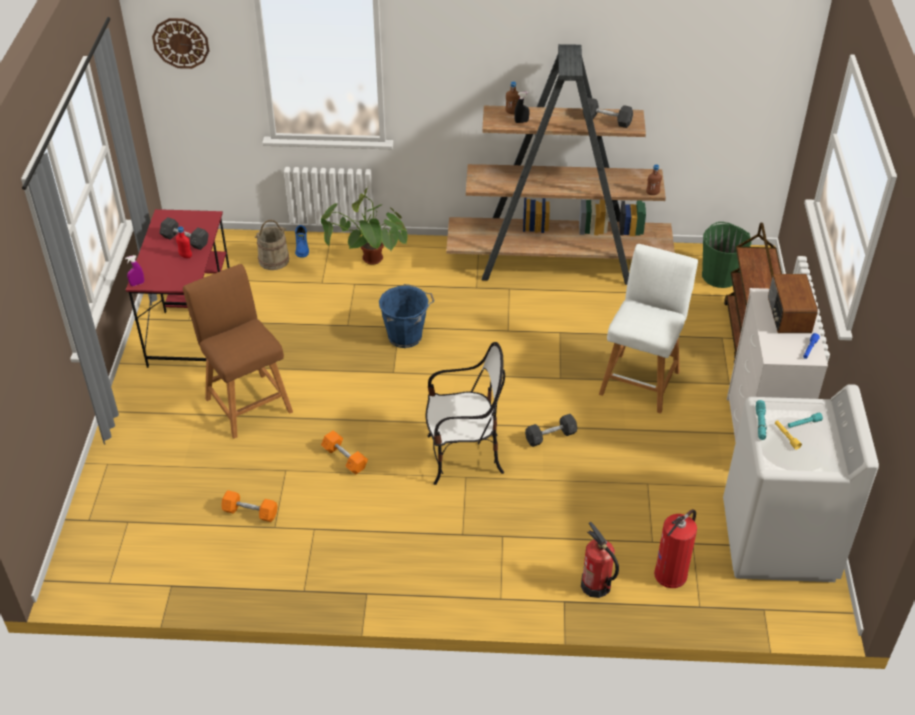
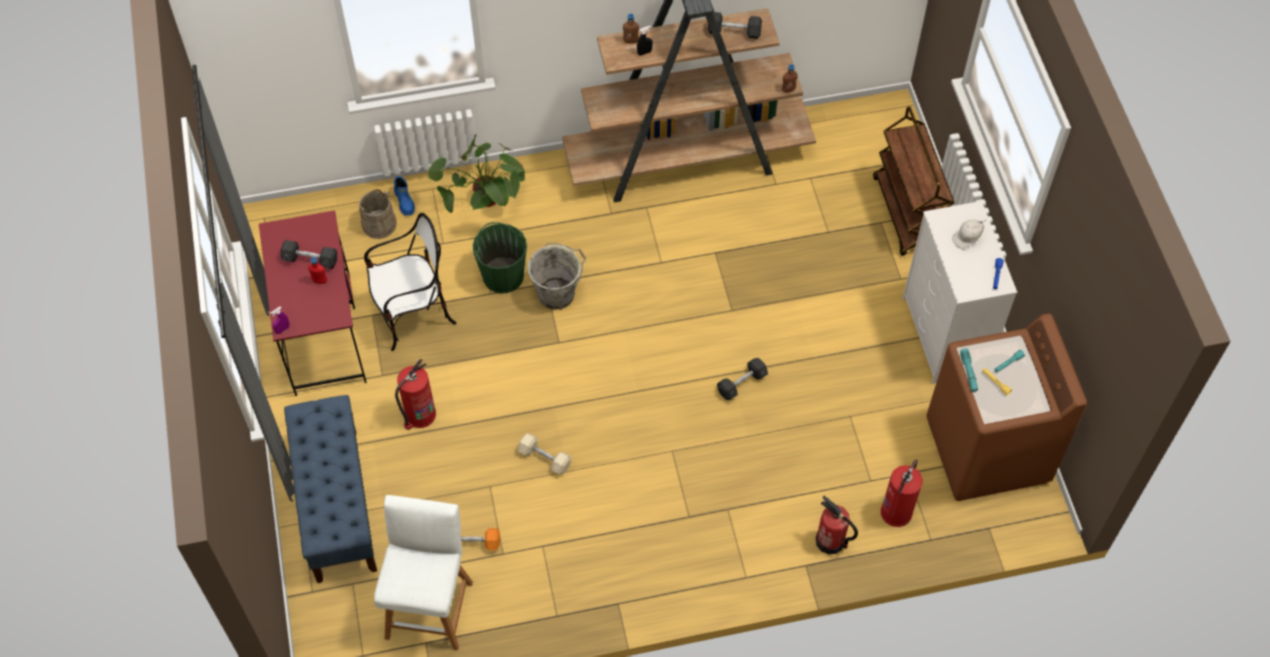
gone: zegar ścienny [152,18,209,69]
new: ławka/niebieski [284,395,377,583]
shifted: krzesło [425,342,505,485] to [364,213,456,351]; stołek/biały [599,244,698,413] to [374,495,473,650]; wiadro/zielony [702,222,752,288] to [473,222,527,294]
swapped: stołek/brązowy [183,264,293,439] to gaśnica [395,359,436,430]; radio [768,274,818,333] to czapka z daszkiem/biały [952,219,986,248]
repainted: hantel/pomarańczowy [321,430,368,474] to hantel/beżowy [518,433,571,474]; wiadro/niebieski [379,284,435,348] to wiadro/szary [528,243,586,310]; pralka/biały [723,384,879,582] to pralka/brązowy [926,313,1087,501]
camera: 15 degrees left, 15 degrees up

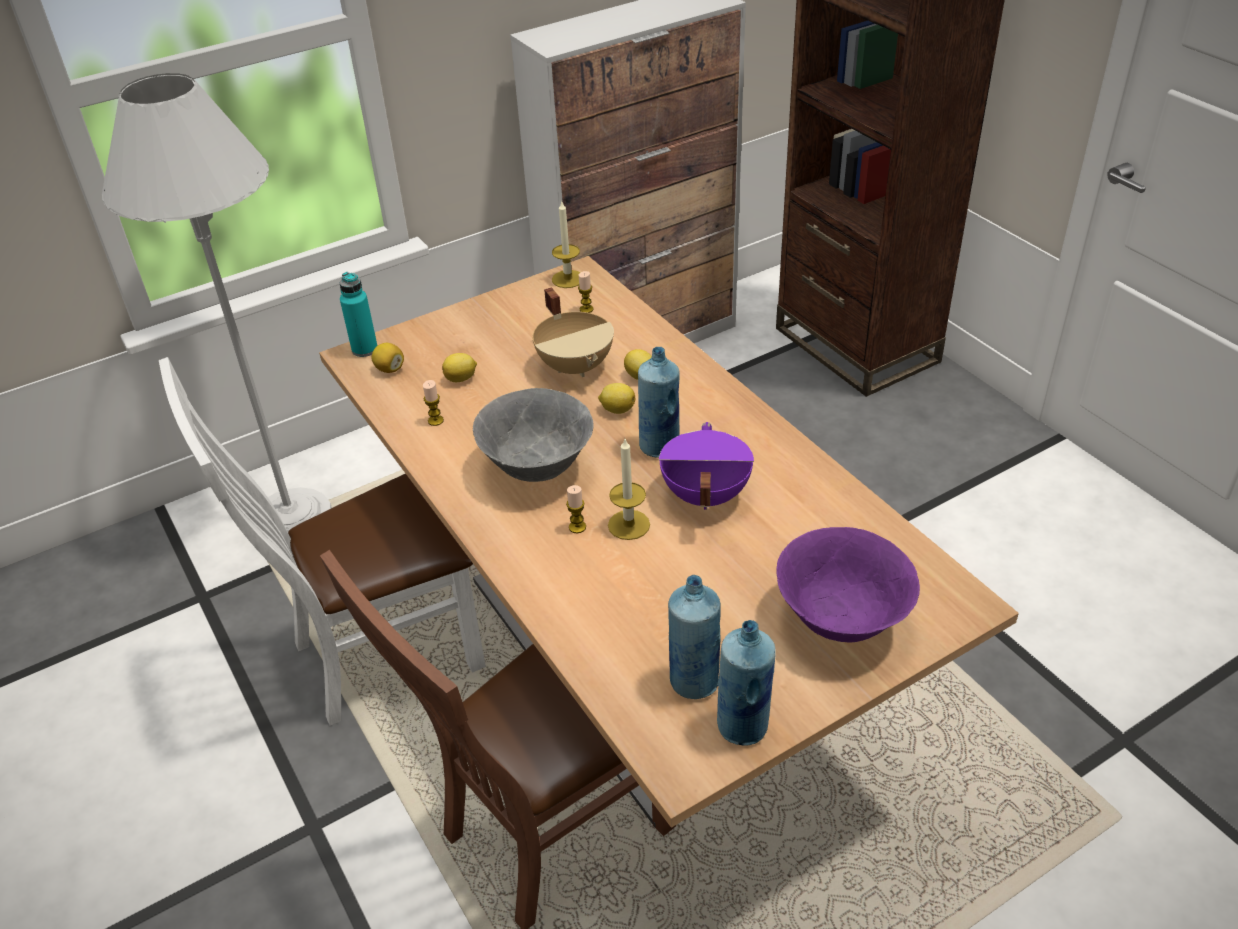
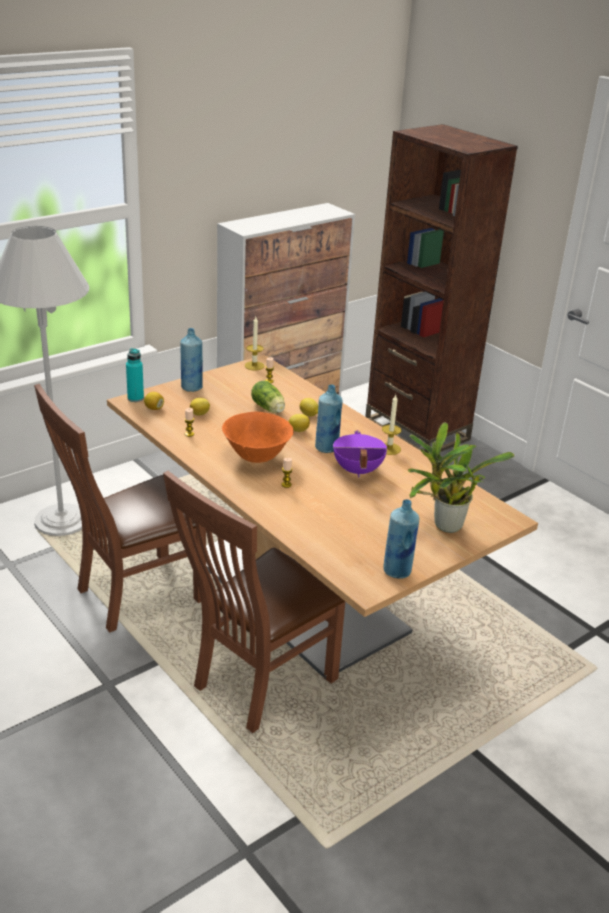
shifted: świeca [608,439,650,540] to [382,394,402,455]; butelka/niebieski [668,575,721,699] to [180,328,203,392]
swapped: garnek/beżowy [532,287,614,377] to sałata [251,380,285,413]; miska/fioletowy [777,527,920,642] to roślina doniczkowa [408,422,514,533]
repainted: krzesło/biały [159,357,486,726] to krzesło/brązowy [34,384,206,633]; miska/szary [473,388,594,482] to miska/pomarańczowy [222,412,293,463]
camera: 10 degrees left, 10 degrees down

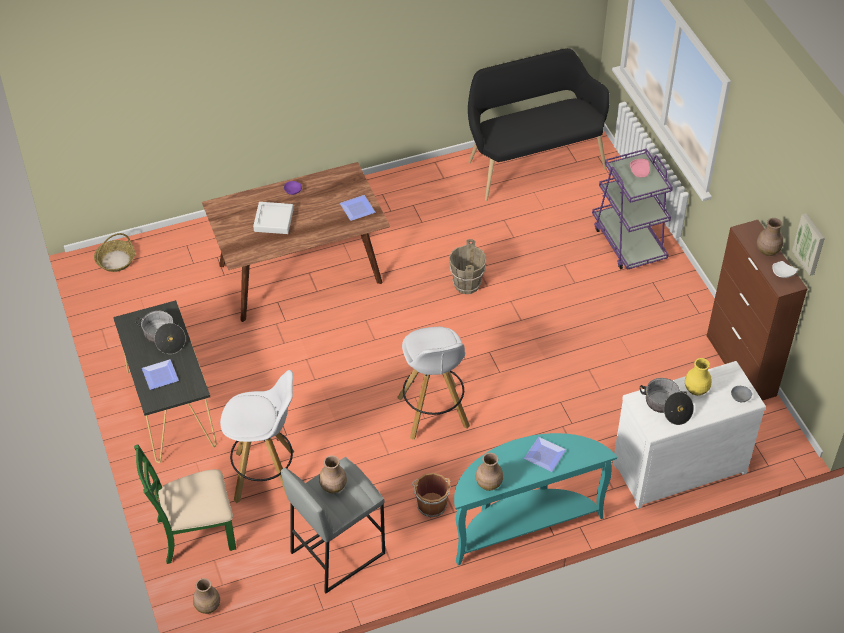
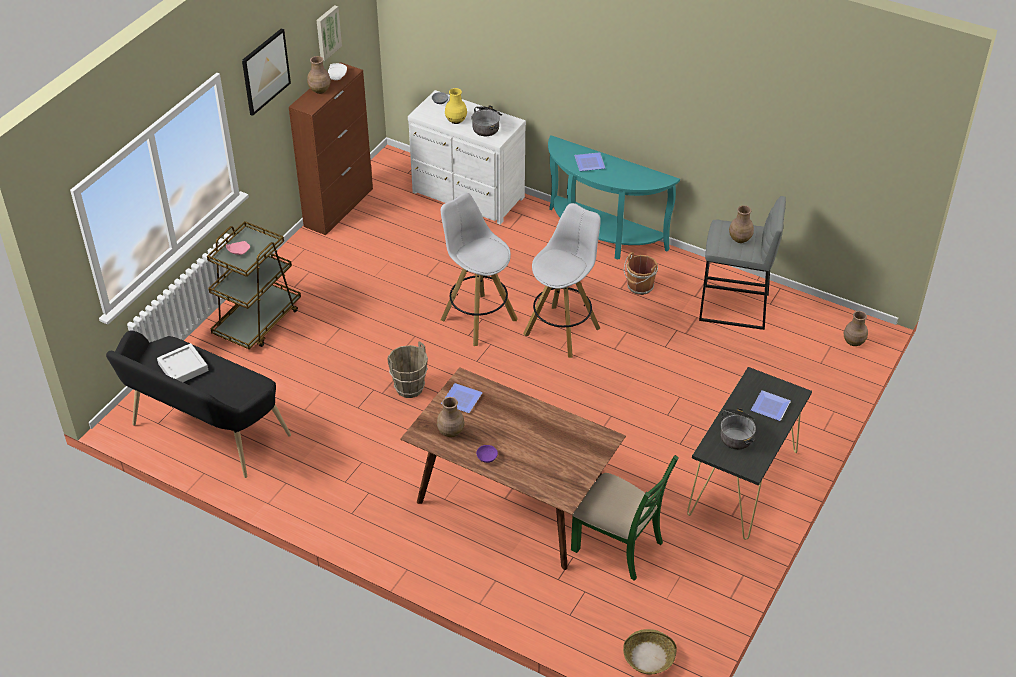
new: obraz [242,28,291,116]
shifted: krzesło/zielony [134,444,236,564] to [571,455,679,581]; stołek/biały [220,370,295,503] to [441,193,518,346]; taca/szary [253,202,293,234] to [157,343,208,382]; wazon/brązowy [475,453,503,491] to [437,397,465,437]
repainted: wózek/fioletowy [592,149,673,270] to wózek/brązowy [207,221,301,349]
camera: 130 degrees left, 5 degrees down

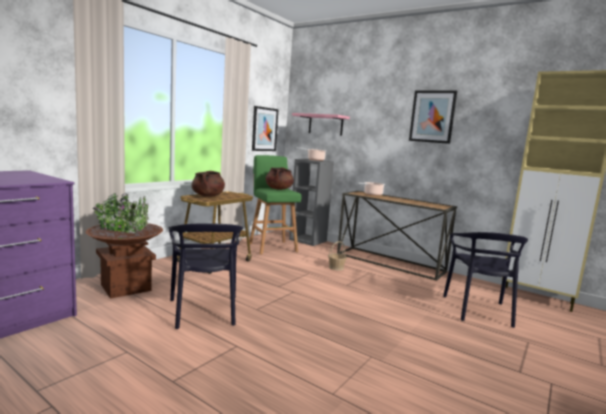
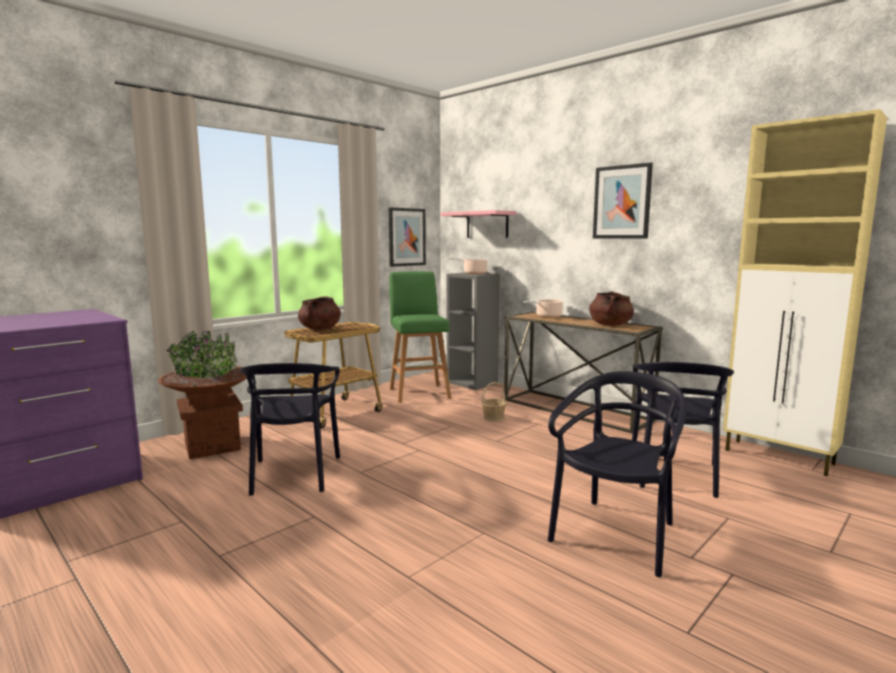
new: krzesło/czarny [548,371,686,577]
shifted: garnek/brązowy [266,167,294,190] to [589,291,634,326]
camera: 10 degrees right, 0 degrees up

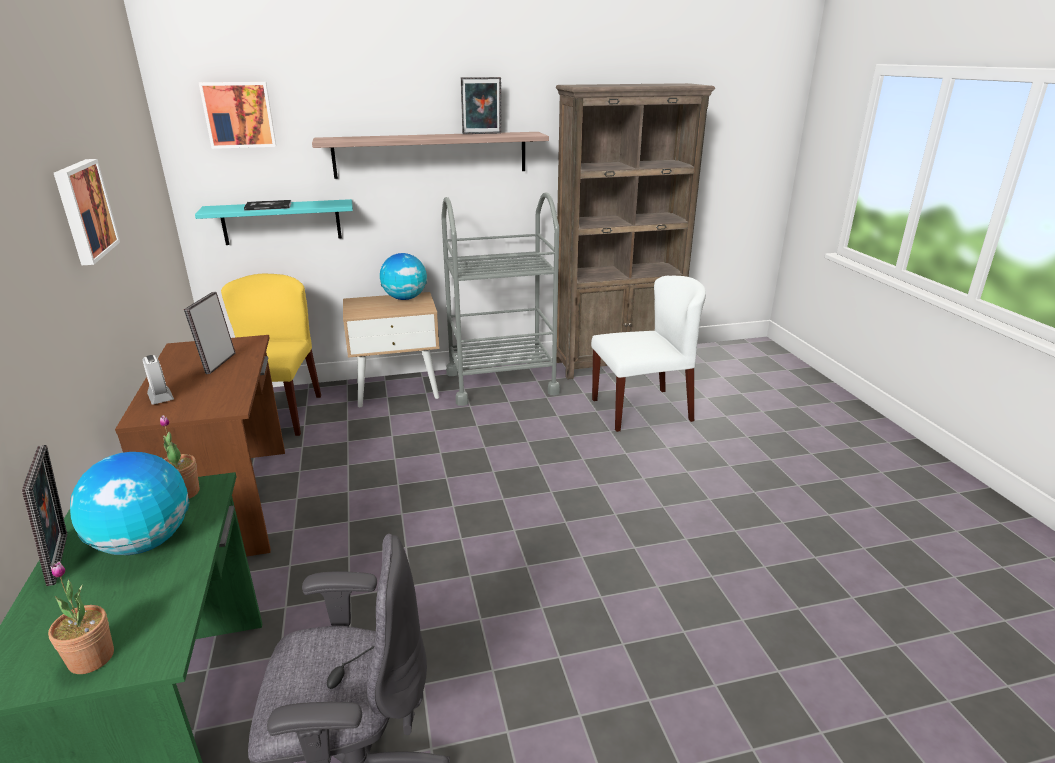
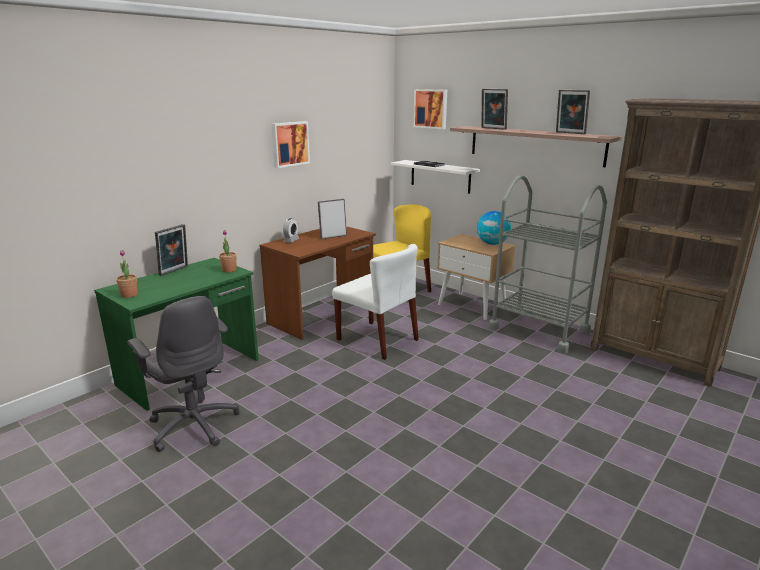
gone: globus [70,452,190,555]
new: ramka na zdjęcie [481,89,508,130]
shifted: krzesło/biały [591,276,706,432] to [332,244,419,360]
repainted: półka/turkusowy [195,199,353,245] to półka/biały [391,160,480,194]
camera: 55 degrees right, 5 degrees down

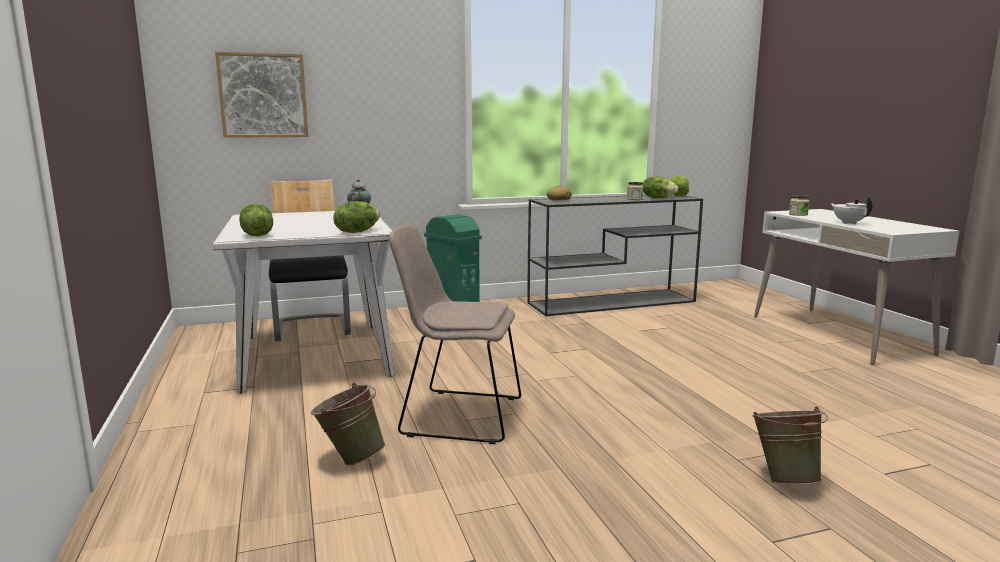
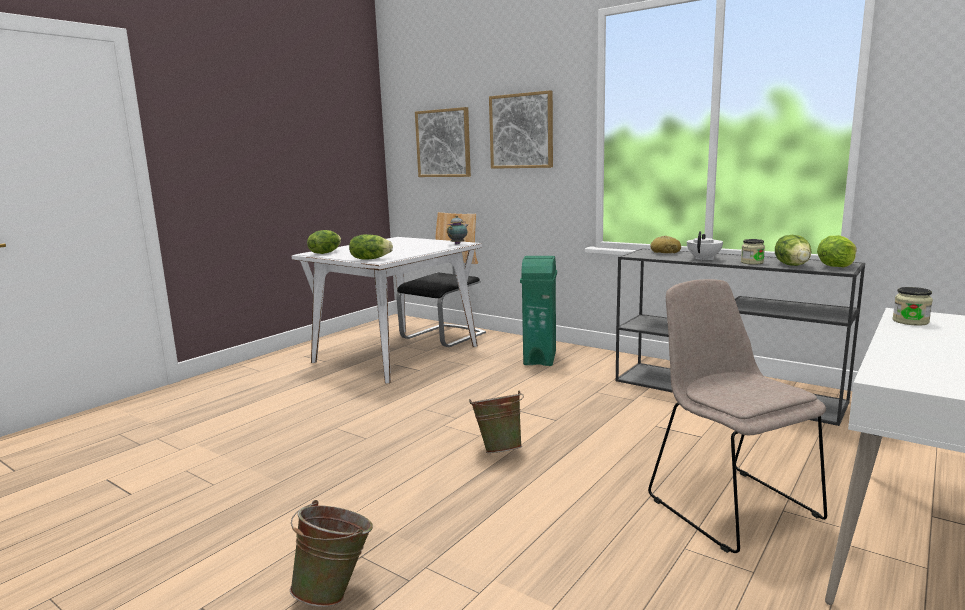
new: obraz [489,90,553,169]
shifted: wiadro/zielony [311,383,385,466] to [469,391,524,453]; krzesło/beżowy [389,225,521,444] to [648,279,827,553]; imbryk/biały [830,196,873,224] to [687,231,723,261]
camera: 55 degrees right, 0 degrees up

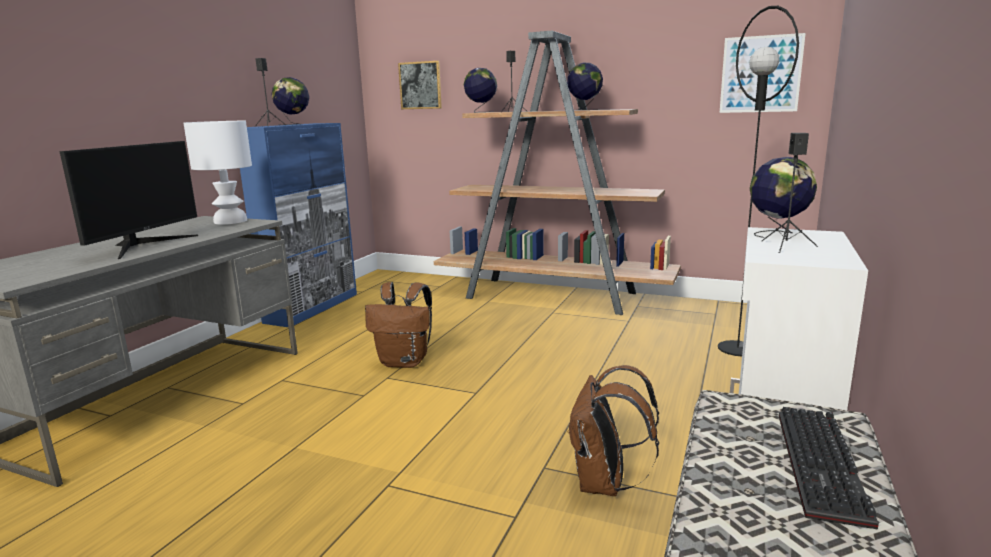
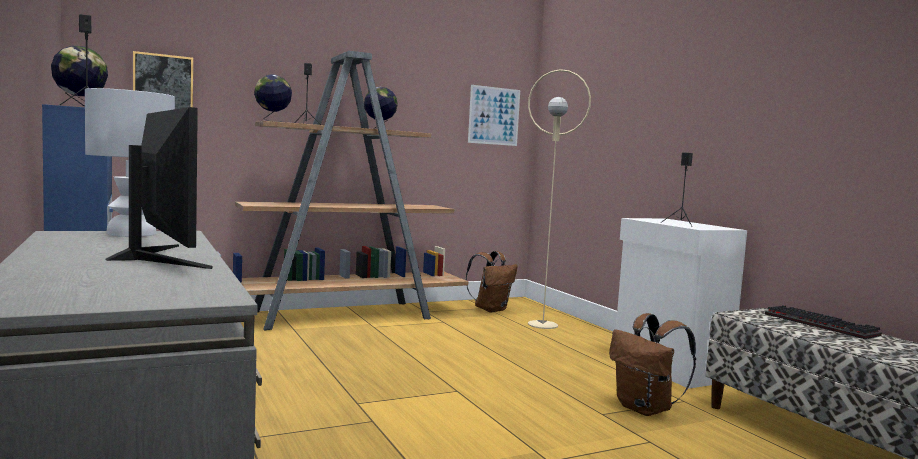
gone: globus [749,157,817,238]
shifted: plecak/brązowy [365,282,432,368] to [466,251,517,313]
repainted: lampa stojąca/czarny [718,6,799,356] to lampa stojąca/beżowy [528,69,591,329]
camera: 50 degrees left, 10 degrees down

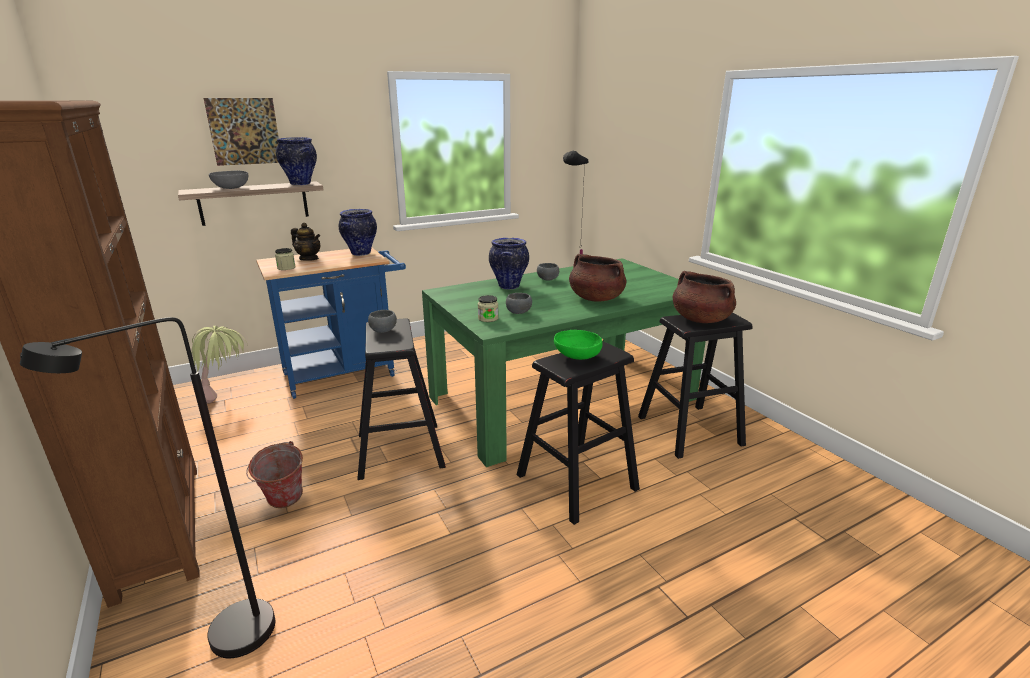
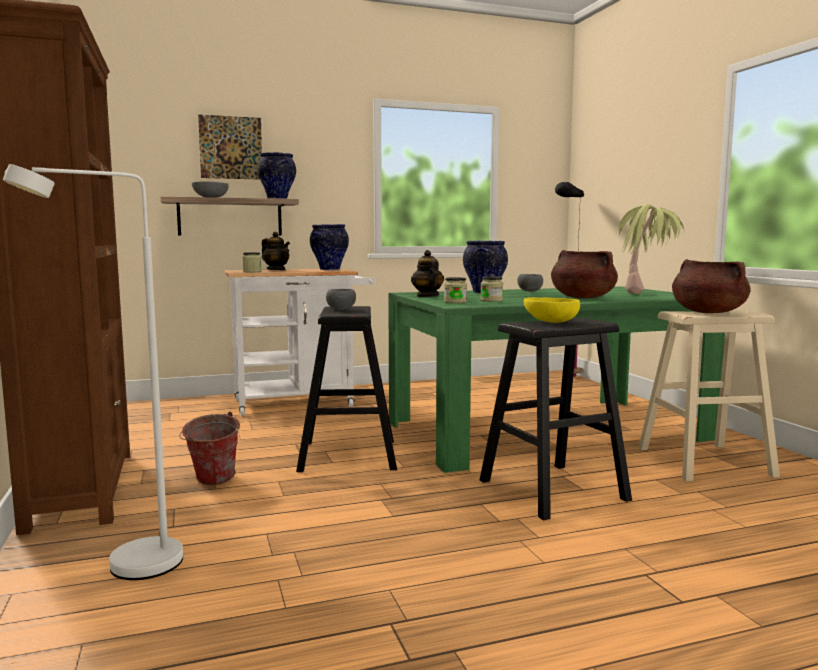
new: imbryk [411,250,444,297]
shifted: roślina doniczkowa [191,326,248,404] to [615,204,684,294]
swapped: miska/szary [506,293,532,314] to słoik [480,276,503,302]
repainted: lampa stojąca/czarny [20,317,275,658] to lampa stojąca/biały [3,164,183,580]; wózek/niebieski [256,248,406,399] to wózek/biały [224,269,375,416]; miska/zielony [554,330,603,360] to miska/żółty [524,297,580,323]; stołek/czarny [638,313,753,459] to stołek/beżowy [638,310,780,481]
camera: 10 degrees right, 15 degrees down

